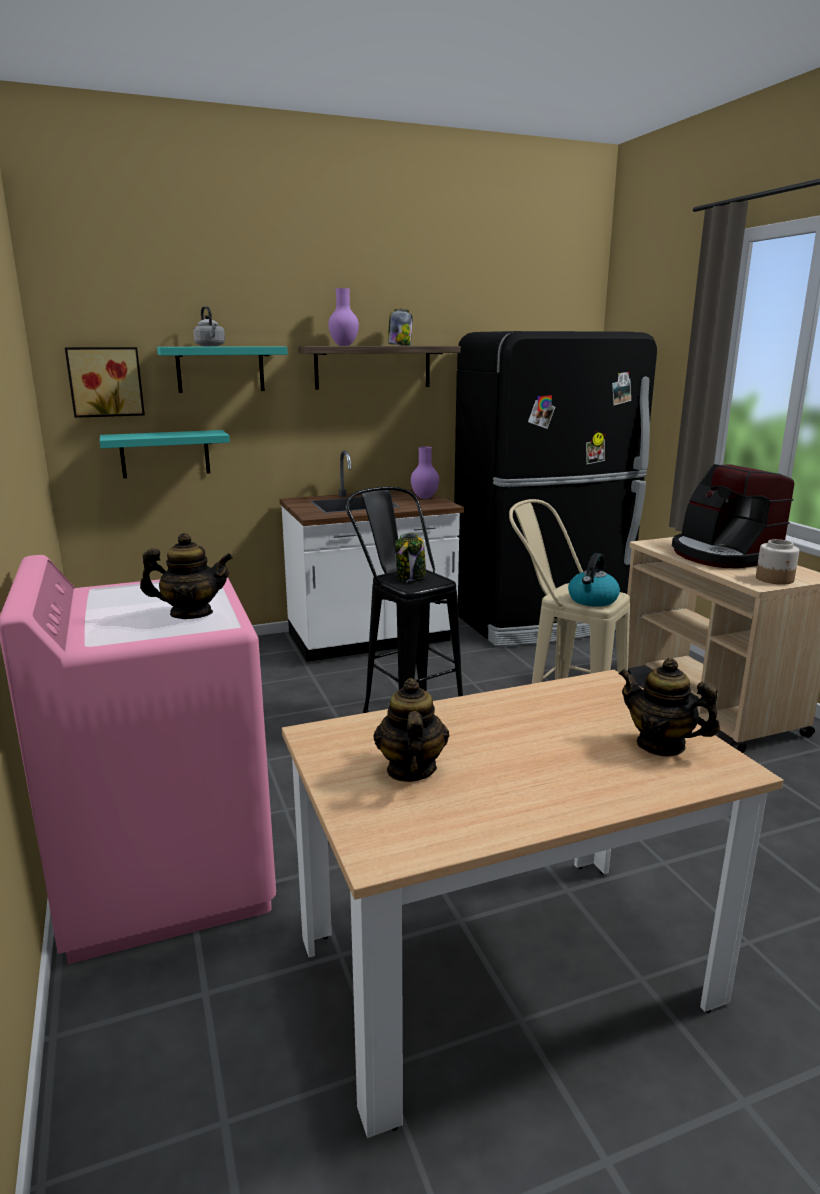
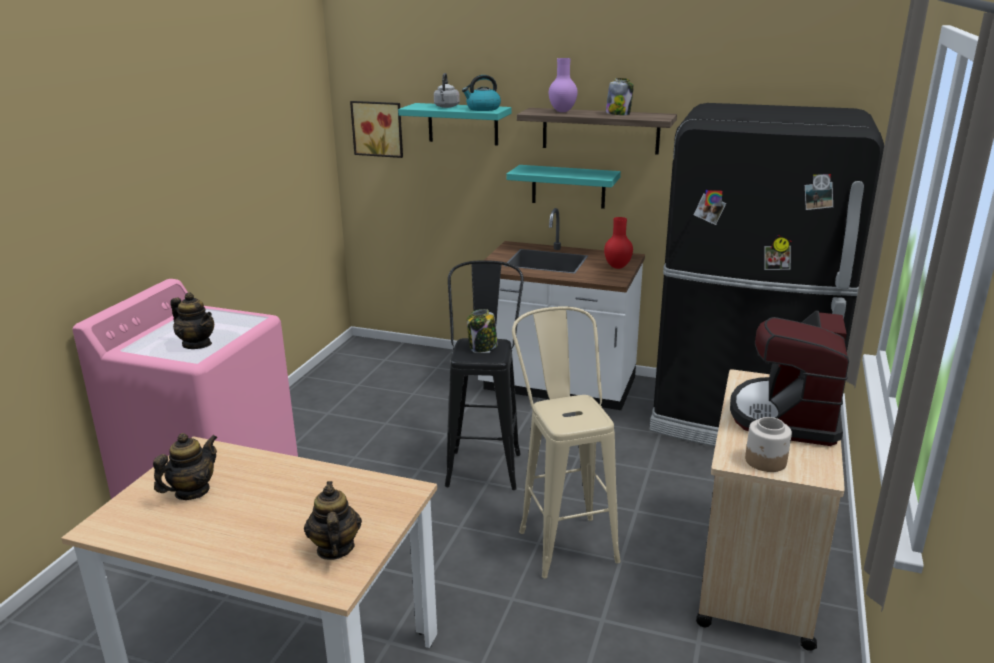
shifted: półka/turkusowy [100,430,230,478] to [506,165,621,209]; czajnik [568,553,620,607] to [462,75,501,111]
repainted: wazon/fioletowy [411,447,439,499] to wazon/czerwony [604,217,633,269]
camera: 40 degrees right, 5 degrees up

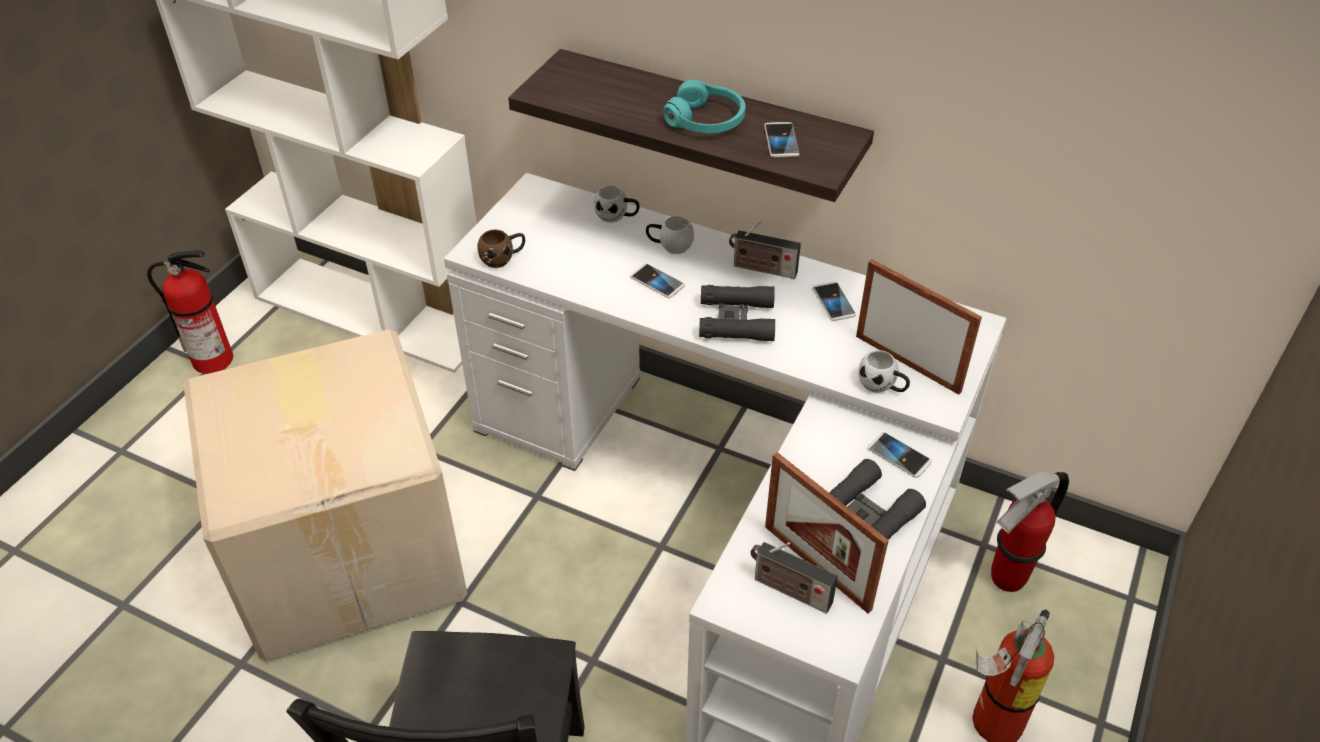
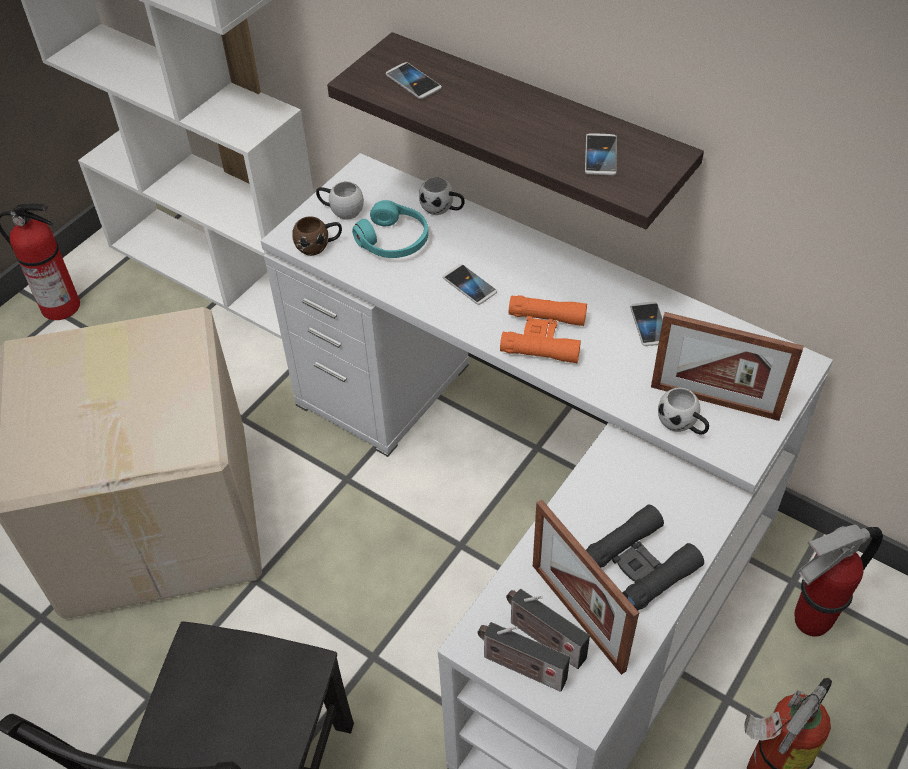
shifted: kubek/biały [646,216,694,254] to [316,181,364,220]; słuchawki/turkusowy [663,80,746,134] to [352,200,428,258]; radio [729,221,801,279] to [478,622,570,692]; telefon [868,432,932,478] to [386,62,442,99]
repainted: lornetka/czarny [699,285,775,341] to lornetka/pomarańczowy [500,295,587,363]
rotated: ramka na zdjęcie [856,259,982,395] = [651,312,804,421] 150 degrees clockwise
camera: 10 degrees right, 5 degrees up

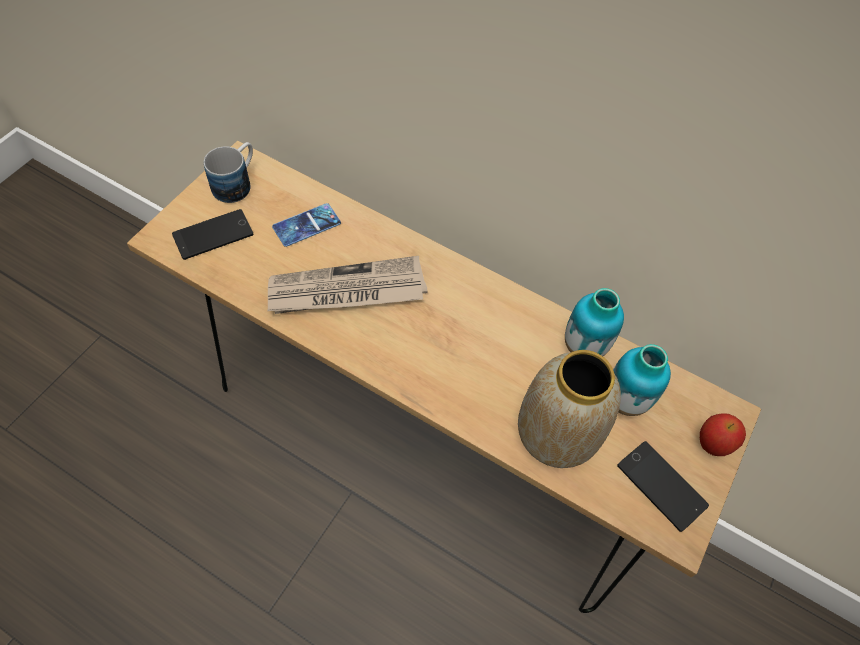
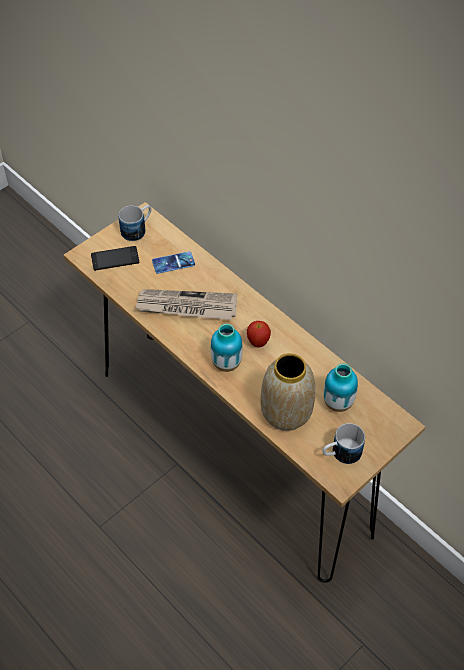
shifted: wazon [565,288,624,356] to [211,324,243,372]; jabłko [700,413,746,456] to [247,321,271,347]
swapped: telefon [617,441,709,532] to kubek [322,423,365,464]
camera: 20 degrees right, 5 degrees down

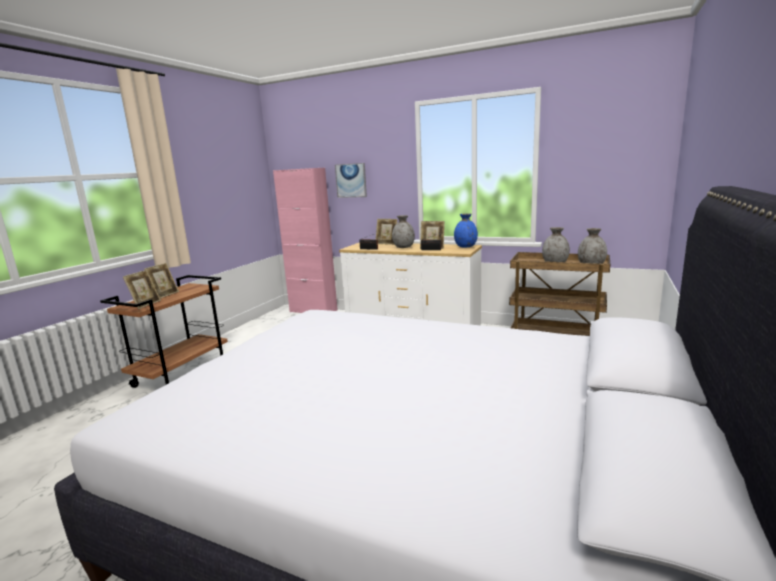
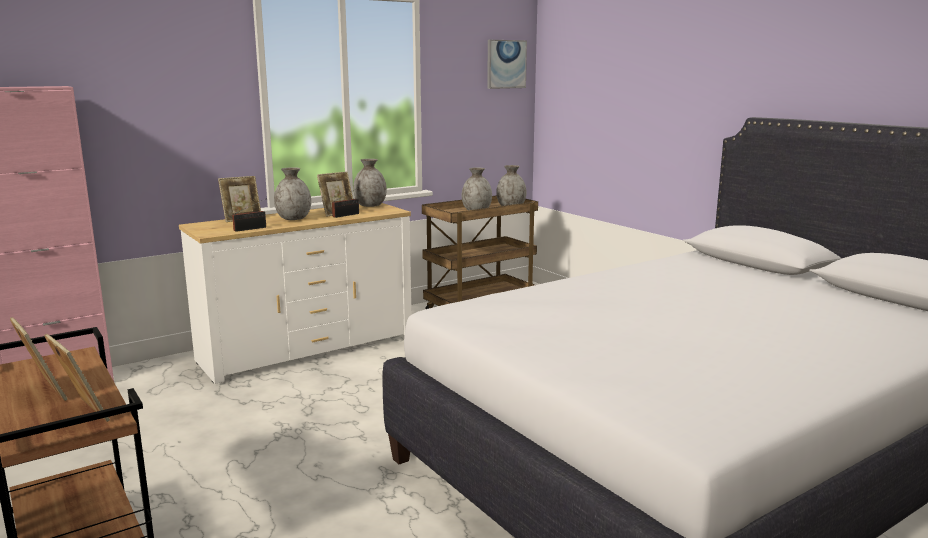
shifted: obraz [335,163,367,198] to [487,40,527,89]
repainted: wazon/niebieski [454,213,478,247] to wazon/szary [353,159,387,207]
camera: 60 degrees left, 0 degrees up

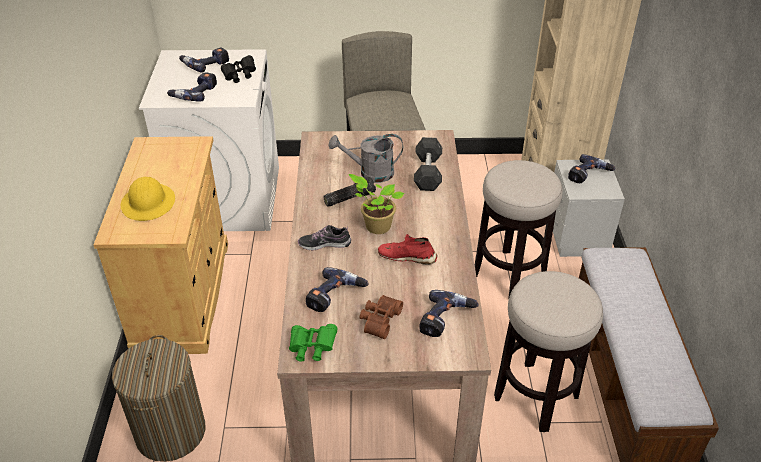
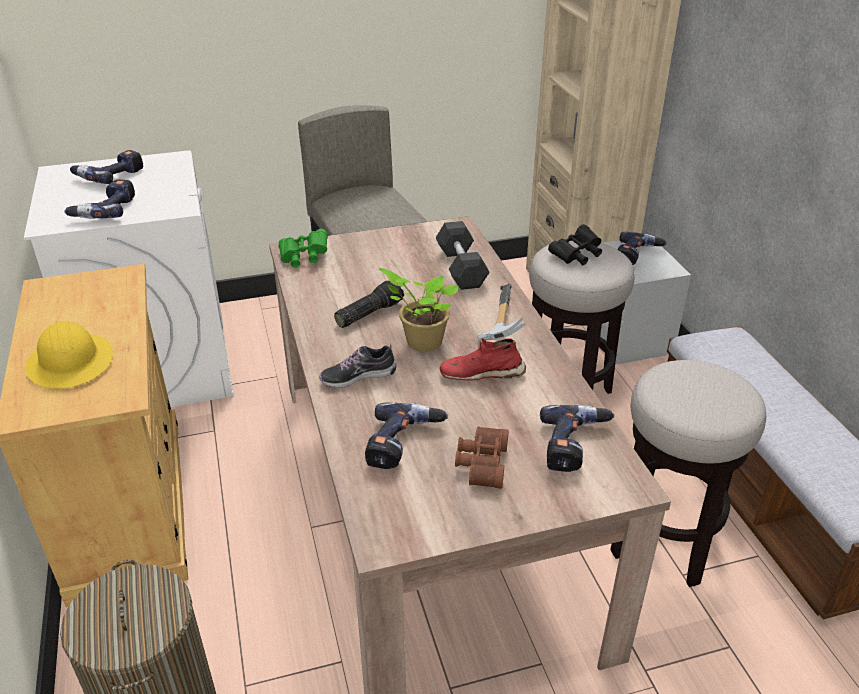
gone: konewka/szary [329,134,403,183]
new: młotek [477,283,526,342]
shifted: lornetka/czarny [221,55,256,83] to [548,224,602,265]; lornetka/zielony [289,324,338,362] to [279,229,328,268]
camera: 15 degrees left, 5 degrees down

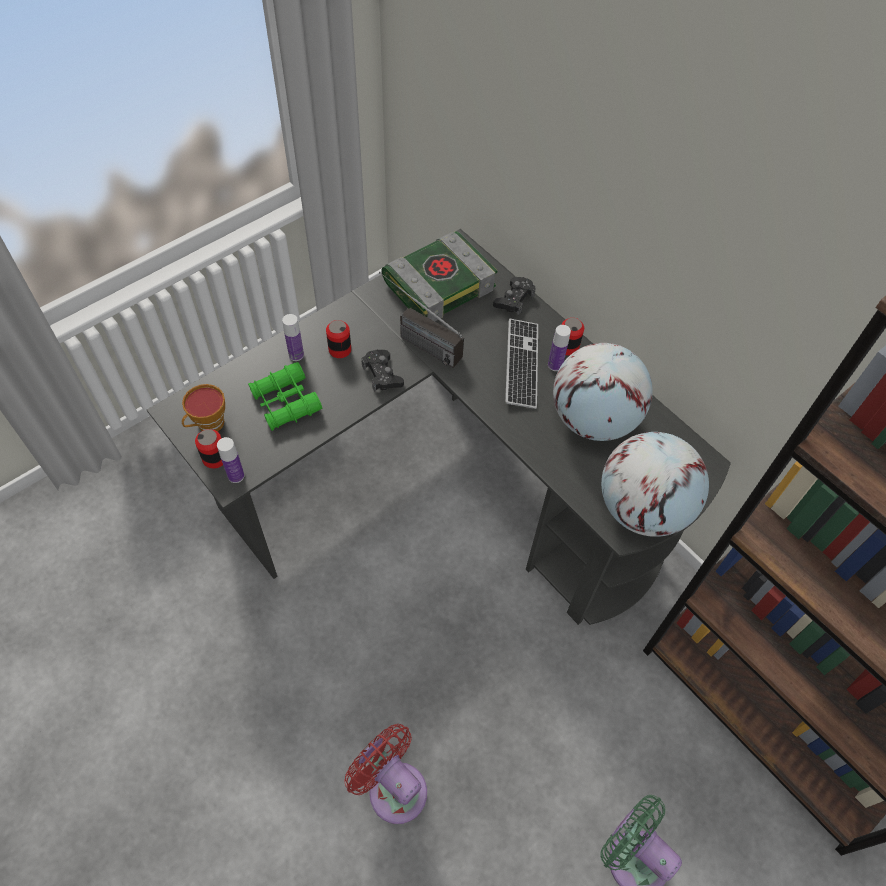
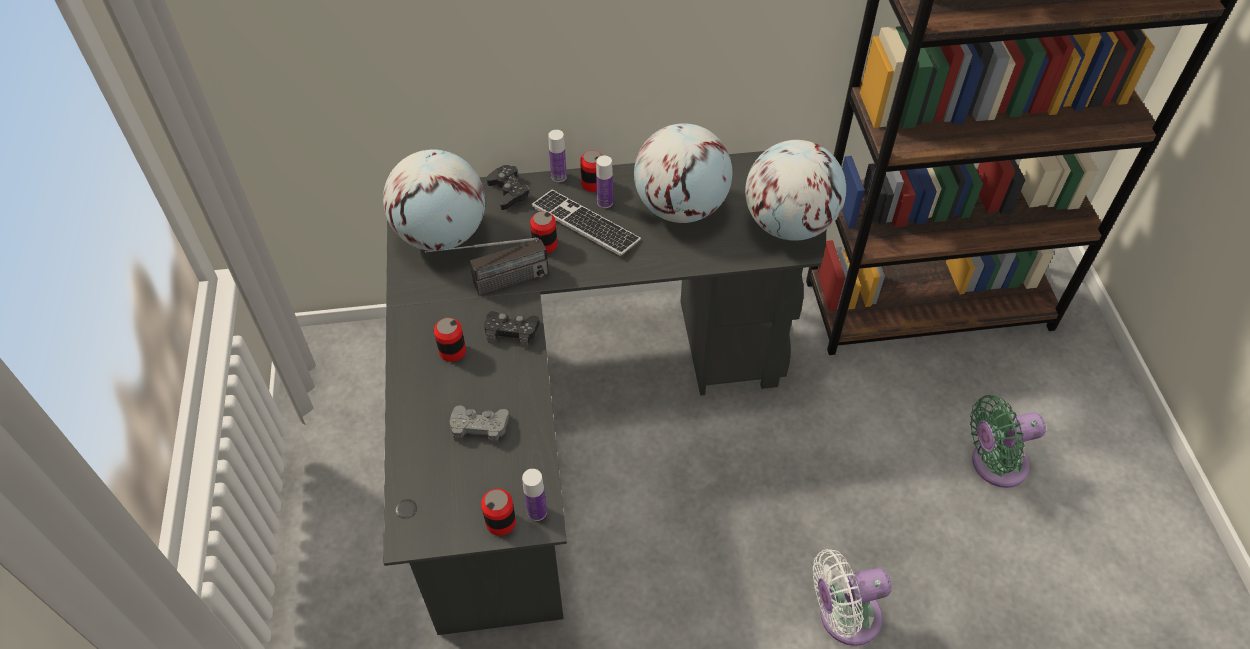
gone: filiżanka [182,384,225,432]
new: puszka [530,211,557,253]
shifted: butelka [282,314,304,361] to [548,130,567,182]
swapped: lornetka/zielony [248,362,322,431] to pad do gier/szary [450,405,509,445]; książka [382,231,498,321] to globus [383,149,485,251]
repainted: wentylator/czerwony [344,724,427,824] to wentylator/biały [813,549,892,646]
camera: 55 degrees left, 5 degrees down

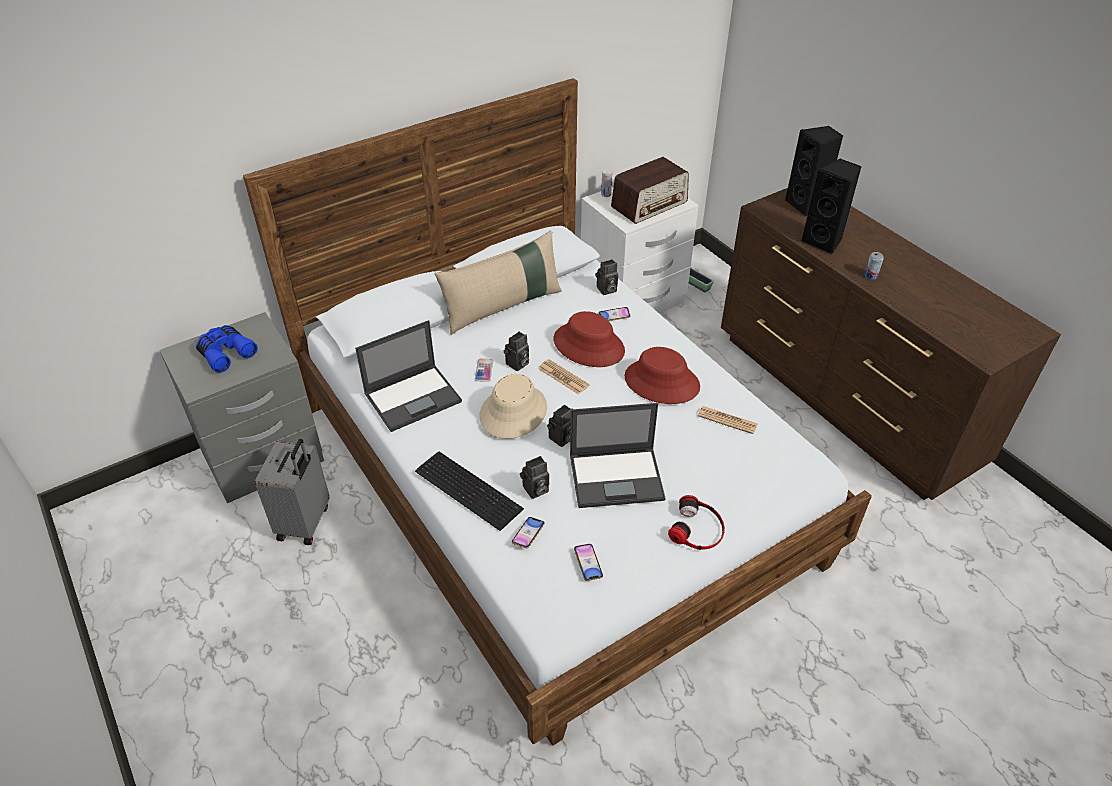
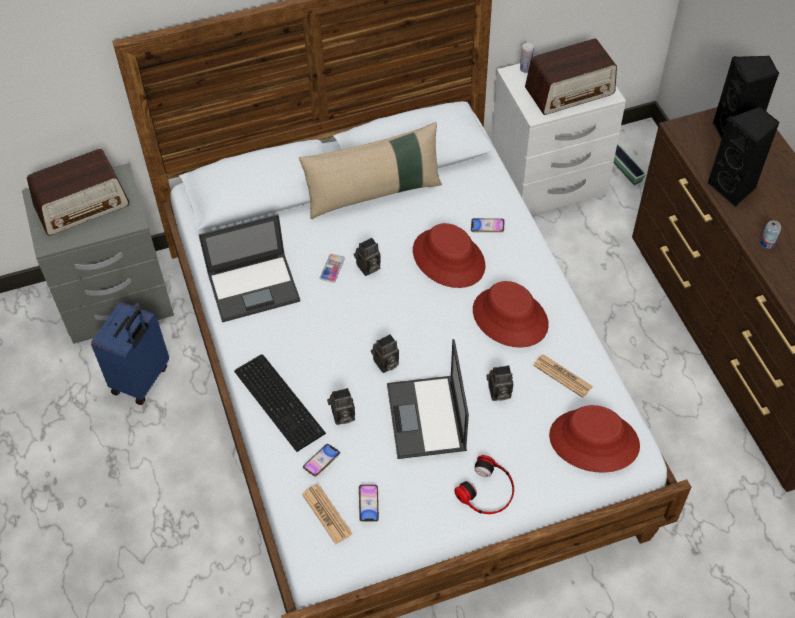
gone: kapelusz/beżowy [479,374,547,439]
new: kapelusz/czerwony [549,405,640,473]
shifted: gazeta [538,359,589,394] to [302,484,352,544]; aparat fotograficzny [595,259,618,295] to [486,365,513,401]
swapped: lornetka/niebieski [196,325,258,373] to radio [27,149,129,236]
repainted: walizka/szary [255,439,330,545] to walizka/niebieski [91,301,169,405]
rotated: laptop [570,403,665,508] = [387,339,469,459] 75 degrees clockwise
camera: 15 degrees right, 10 degrees up

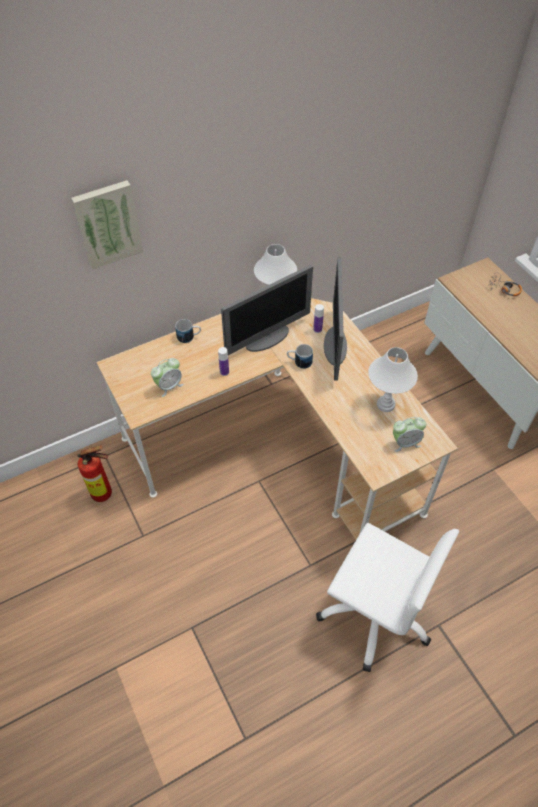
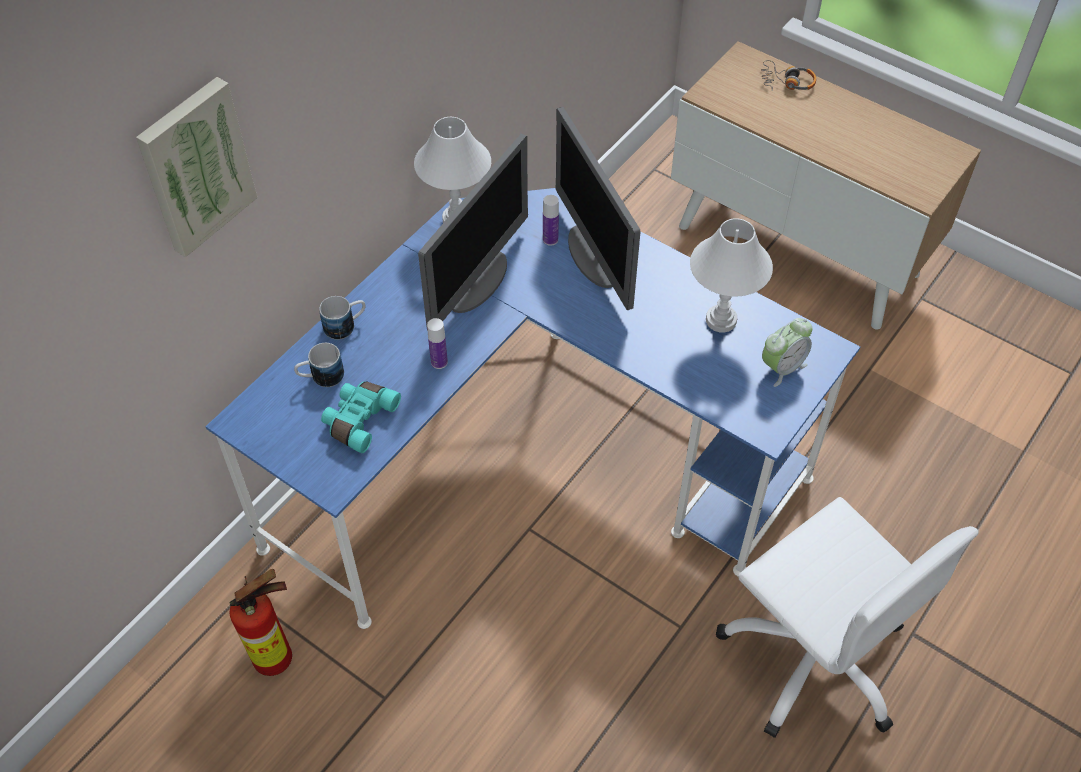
shifted: kubek [287,344,313,369] to [294,343,344,387]
swapped: budzik [151,358,184,397] to lornetka/turkusowy [321,381,401,453]
repainted: biurko/beżowy [96,298,458,540] to biurko/niebieski [205,188,860,629]
rotated: krzesło biurowe/biały [316,523,459,672] = [716,497,979,738] 45 degrees clockwise
camera: 25 degrees left, 0 degrees up

